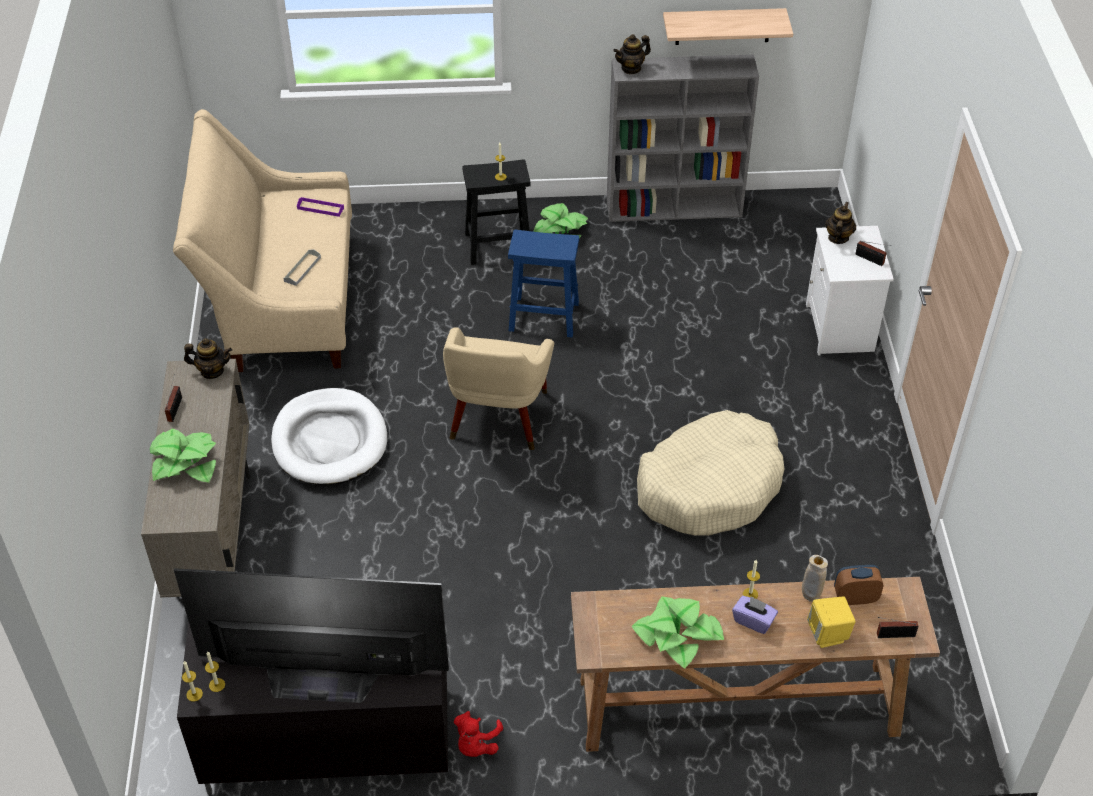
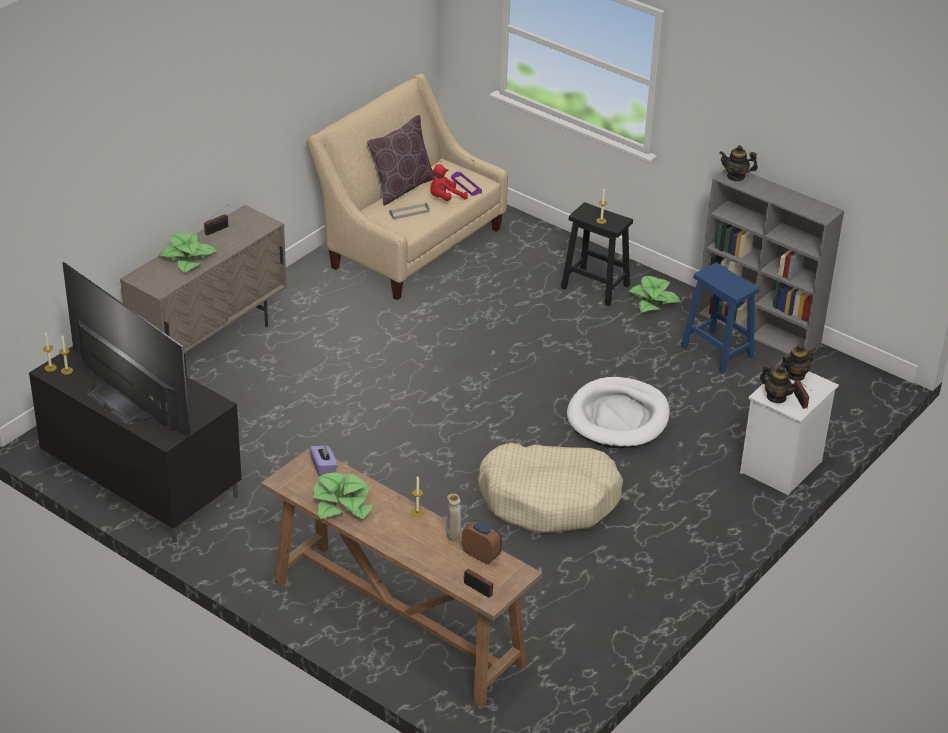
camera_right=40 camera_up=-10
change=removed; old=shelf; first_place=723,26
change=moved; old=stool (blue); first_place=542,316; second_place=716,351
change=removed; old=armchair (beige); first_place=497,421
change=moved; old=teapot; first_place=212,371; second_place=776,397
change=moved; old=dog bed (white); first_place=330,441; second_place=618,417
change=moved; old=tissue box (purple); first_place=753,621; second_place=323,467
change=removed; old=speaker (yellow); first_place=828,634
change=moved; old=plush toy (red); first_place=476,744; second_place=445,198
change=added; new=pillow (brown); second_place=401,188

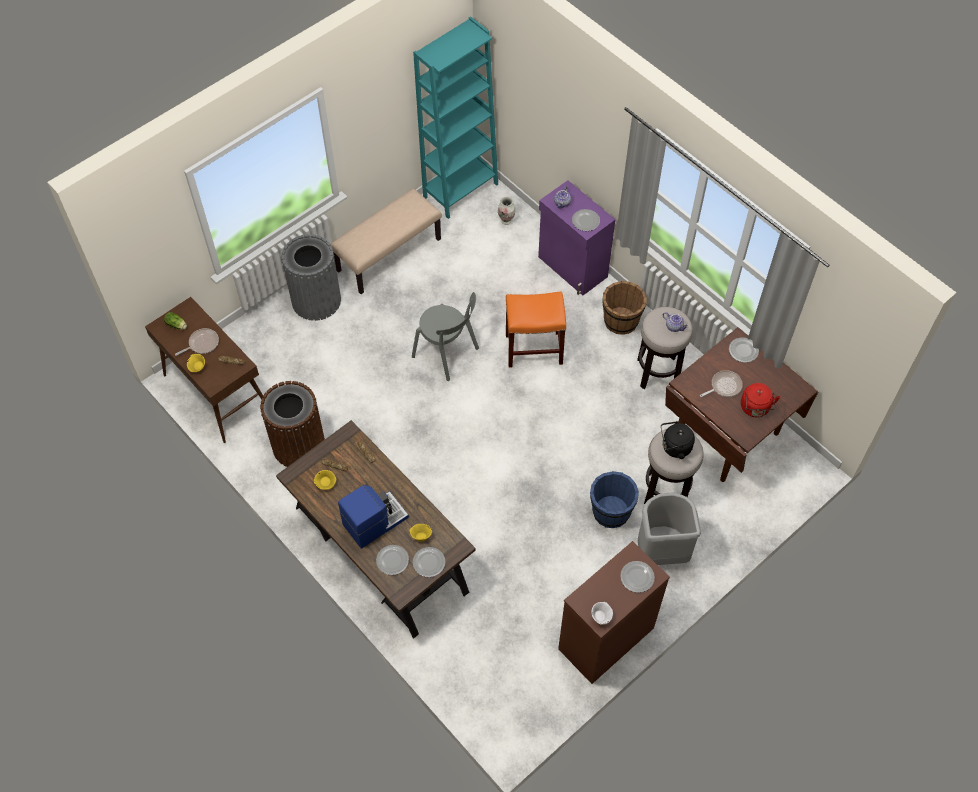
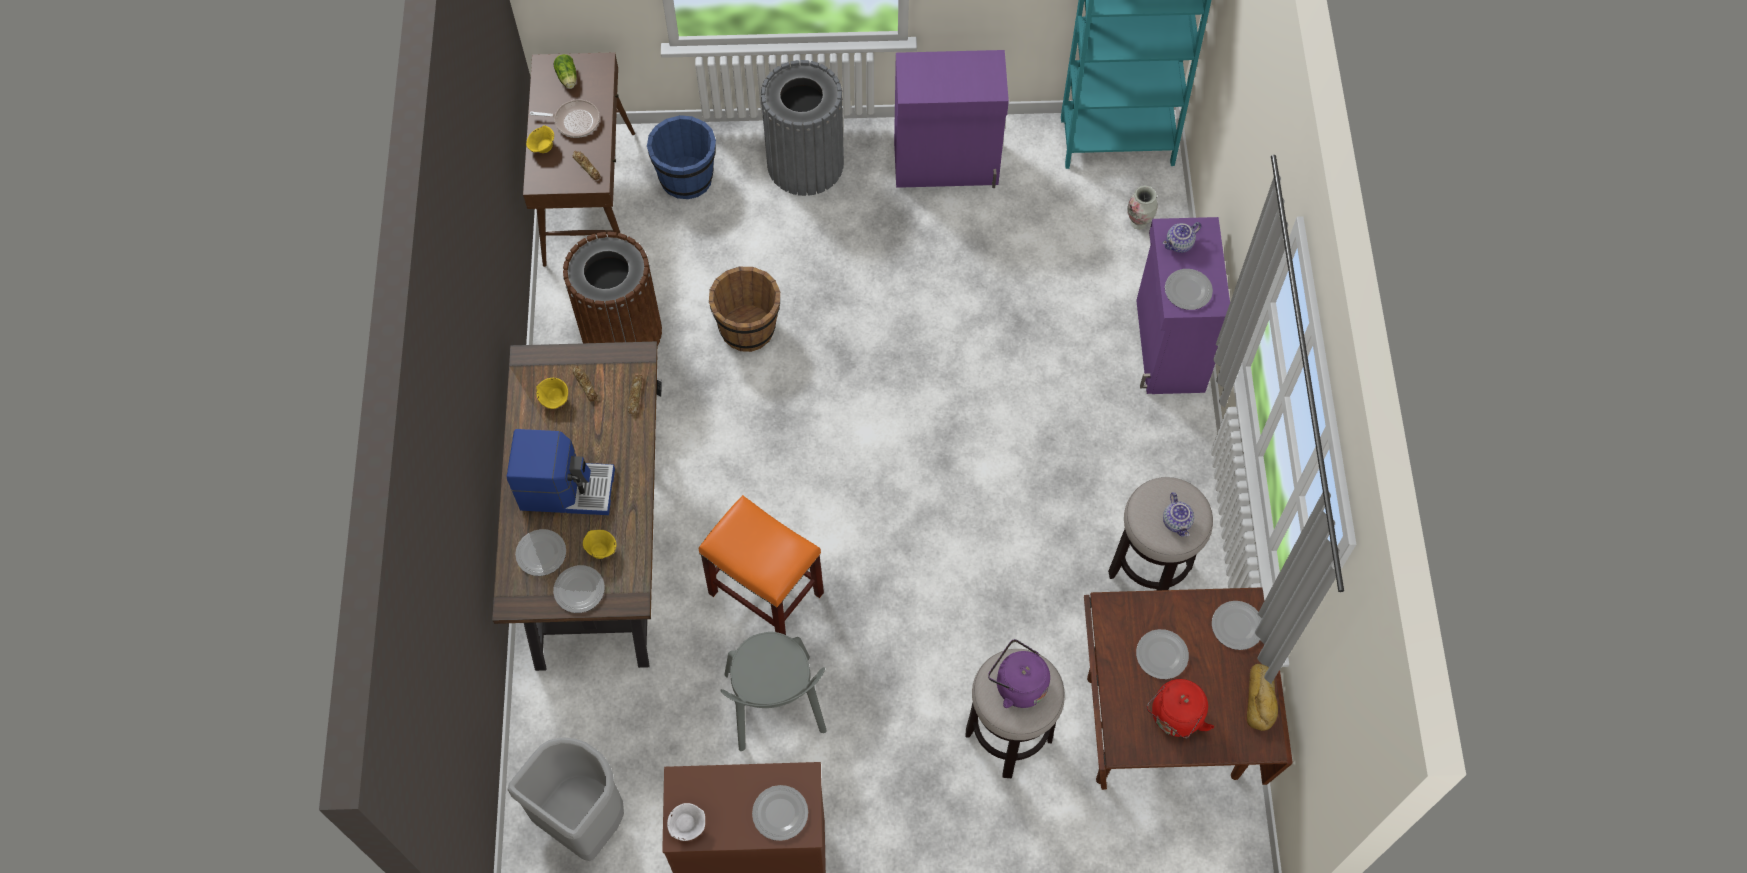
camera_right=40 camera_up=5
change=replaced; old=bench (beige); new=cabinet (purple); first_place=388,254; second_place=947,165
change=moved; old=bucket (brown); first_place=621,320; second_place=748,328
change=moved; old=stool (orange); first_place=534,348; second_place=767,593
change=moved; old=chair (grey); first_place=447,354; second_place=775,708
change=replaced; old=frying pan; new=plate; first_place=724,386; second_place=1161,654
change=recoloured; old=kettle (black); new=kettle (purple); first_place=674,447; second_place=1017,684
change=moved; old=bucket (blue); first_place=610,511; second_place=686,177
change=moved; old=trash can (grey); first_place=661,552; second_place=584,819
change=added; new=bread; second_place=1261,699

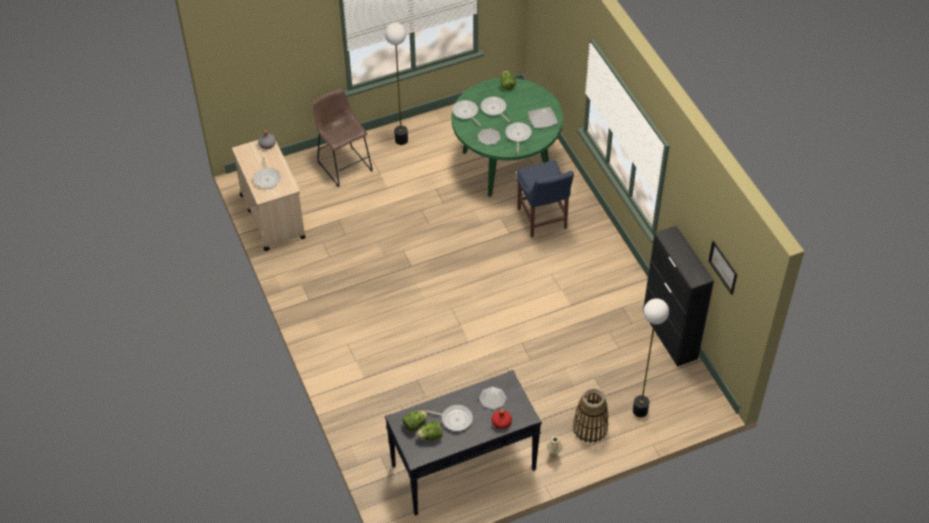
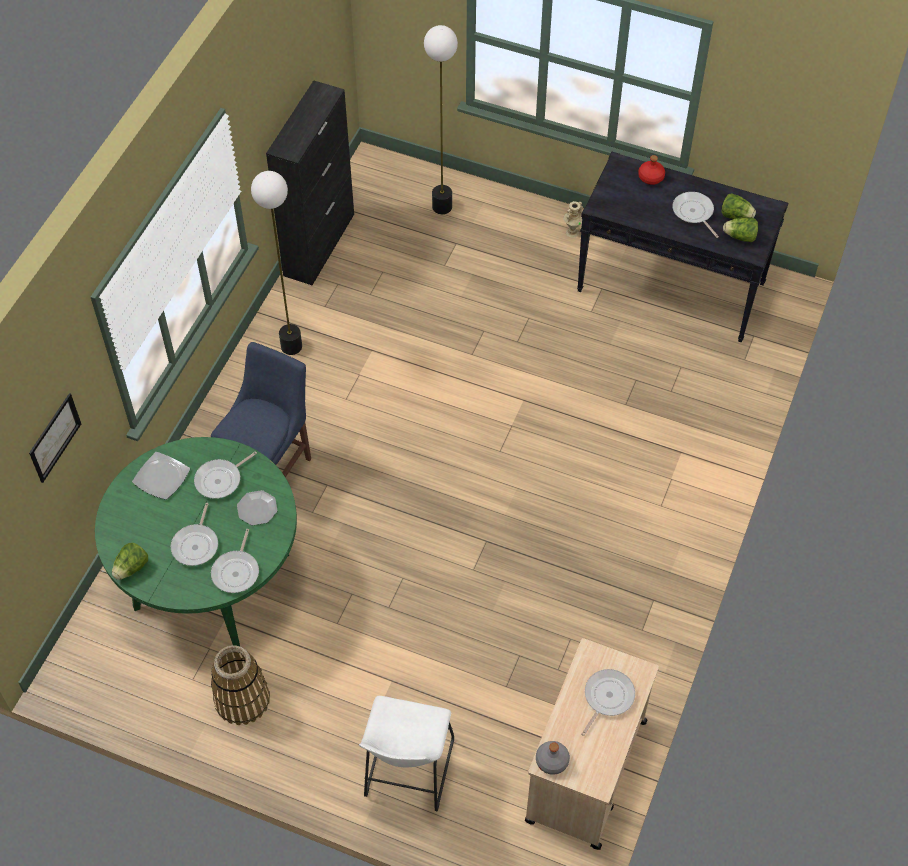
camera_right=-135 camera_up=5
change=moved; old=floor lamp; first_place=401,140; second_place=291,346
change=recoloured; old=stool (brown); new=stool (white); first_place=343,164; second_place=407,773
change=moved; old=picture; first_place=723,267; second_place=54,437
change=removed; old=plate; first_place=492,398
change=moved; old=basket; first_place=590,428; second_place=242,699

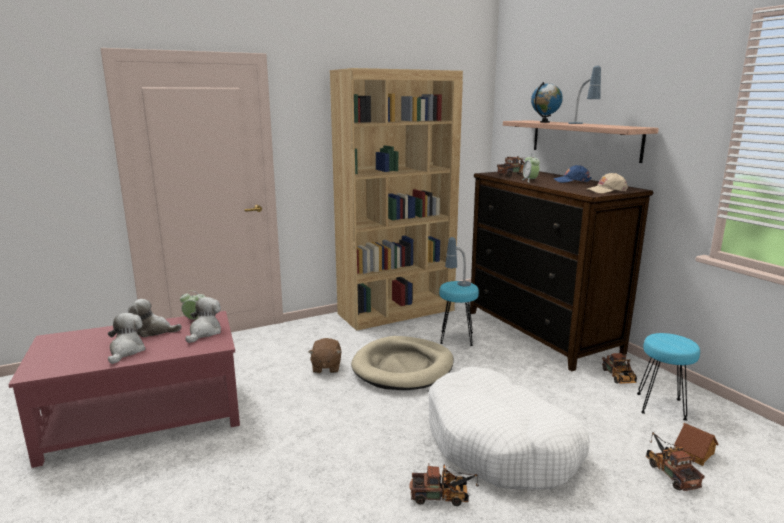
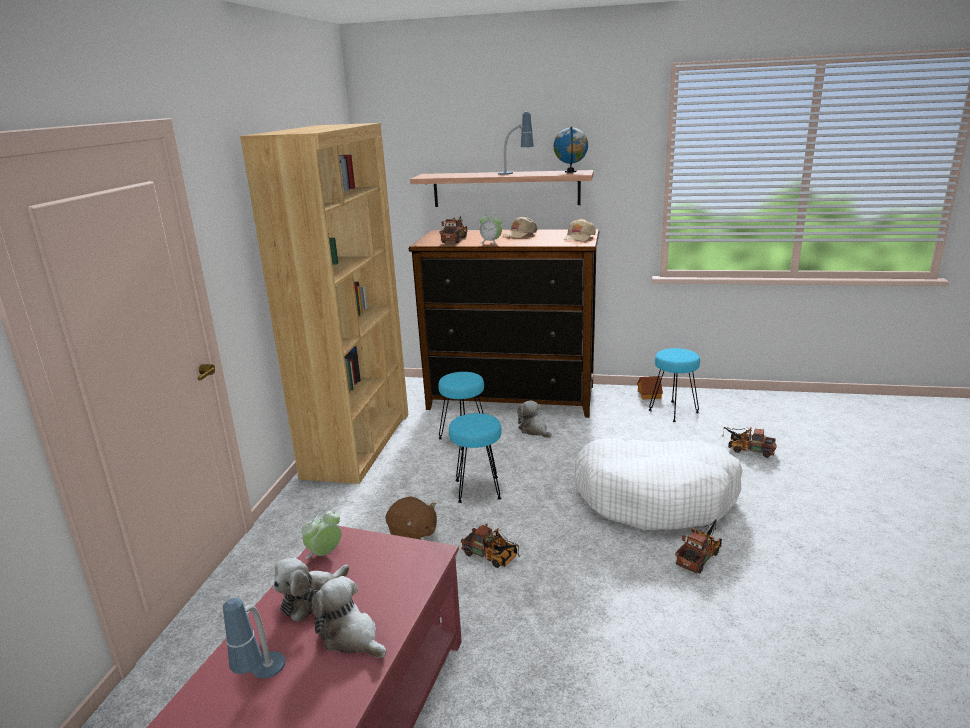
camera_right=-50 camera_up=5
change=moved; old=globe; first_place=545,122; second_place=570,172
change=recoloured; old=cap (blue); new=cap (beige); first_place=572,181; second_place=520,234
change=moved; old=table lamp; first_place=457,286; second_place=263,684
change=moved; old=plush toy; first_place=204,332; second_place=534,430
change=replaced; old=dog bed (beige); new=stool (turquoise); first_place=403,367; second_place=478,489
change=moved; old=toy truck; first_place=619,378; second_place=492,557
change=moved; old=toy house; first_place=694,453; second_place=649,394

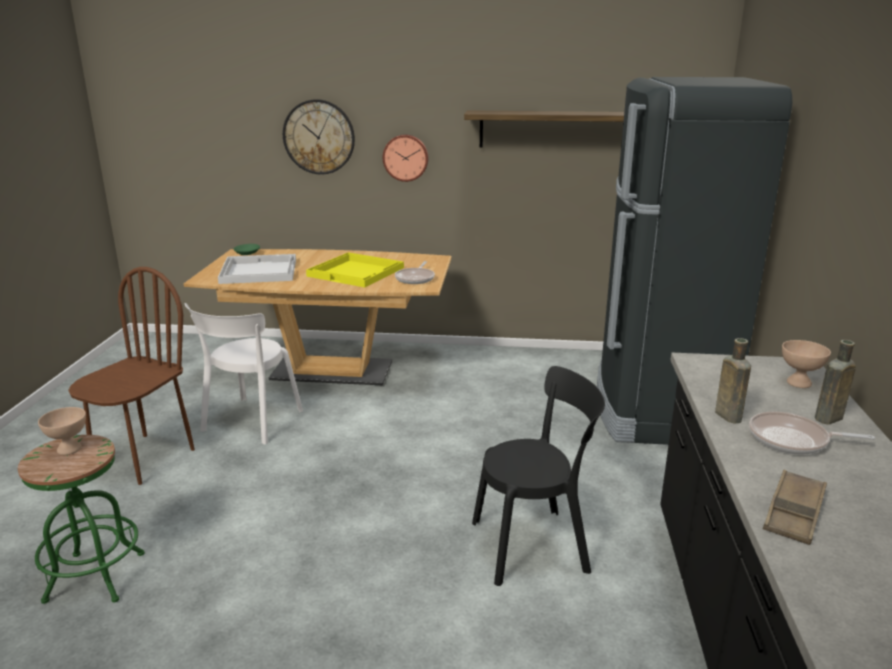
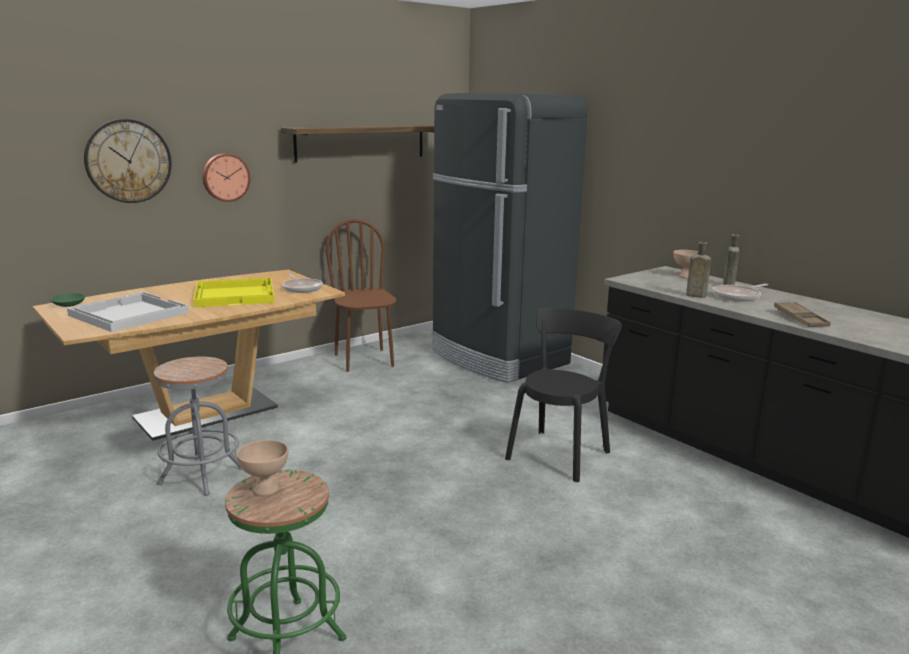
camera_right=-45 camera_up=-5
change=moved; old=chair (brown); first_place=143,458; second_place=364,360
change=replaced; old=chair (white); new=stool (grey); first_place=250,422; second_place=202,476

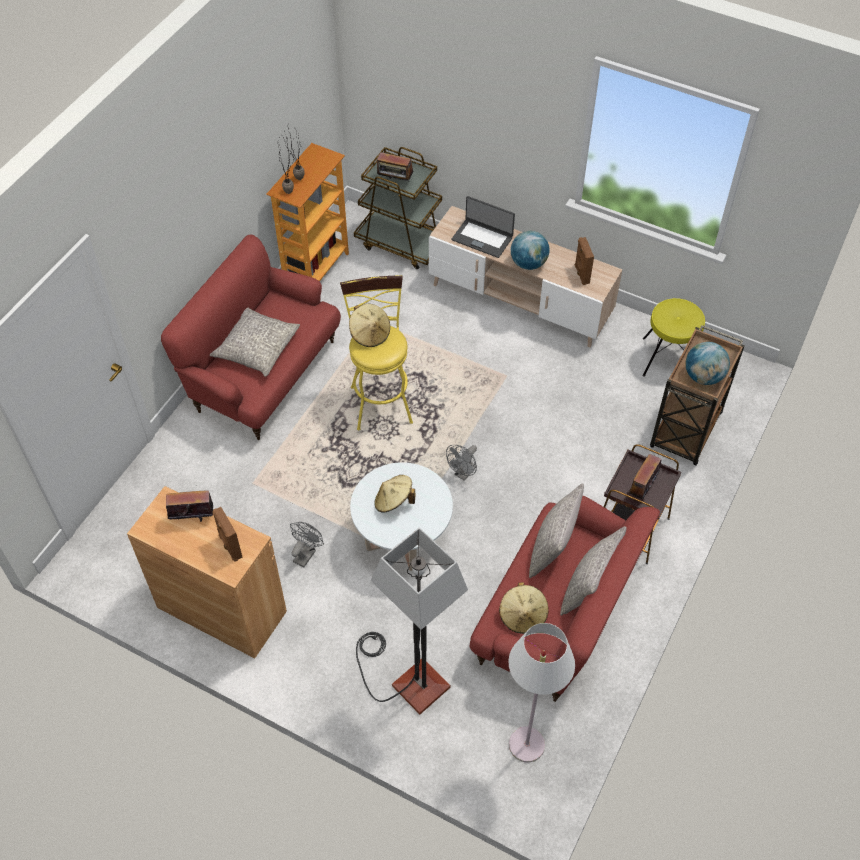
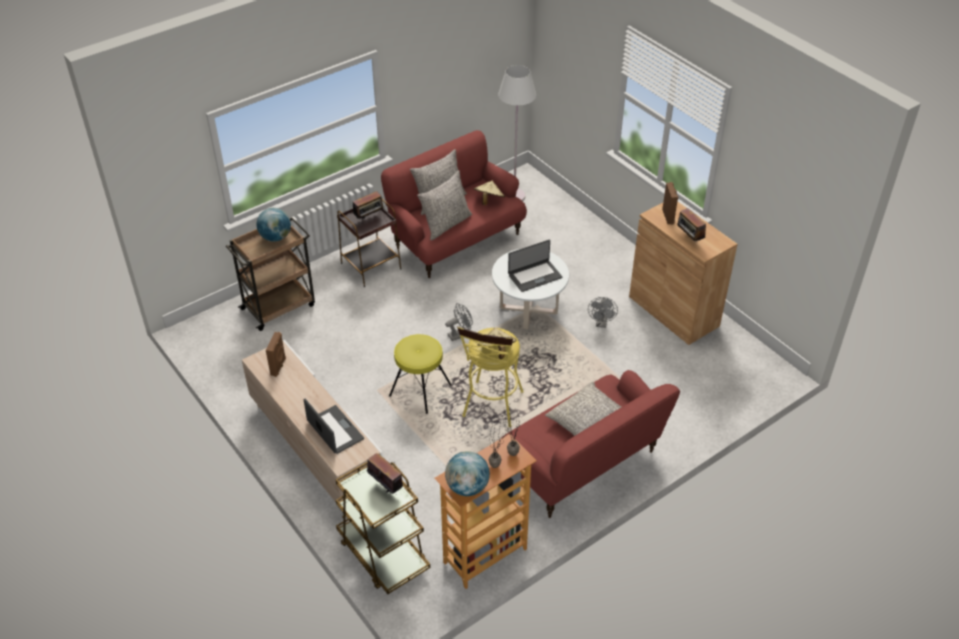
camera_right=-155 camera_up=-10
change=moved; old=globe; first_place=528,263; second_place=467,487
change=moved; old=stool (yellow); first_place=668,358; second_place=420,390
change=replaced; old=hat (beige); new=laptop; first_place=394,501; second_place=534,276
change=turned; old=radio; first_place=192,517; second_place=689,238; degrees=45
change=turned; old=fan (grey); first_place=306,553; second_place=601,323; degrees=-45
change=removed; old=floor lamp; first_place=407,679

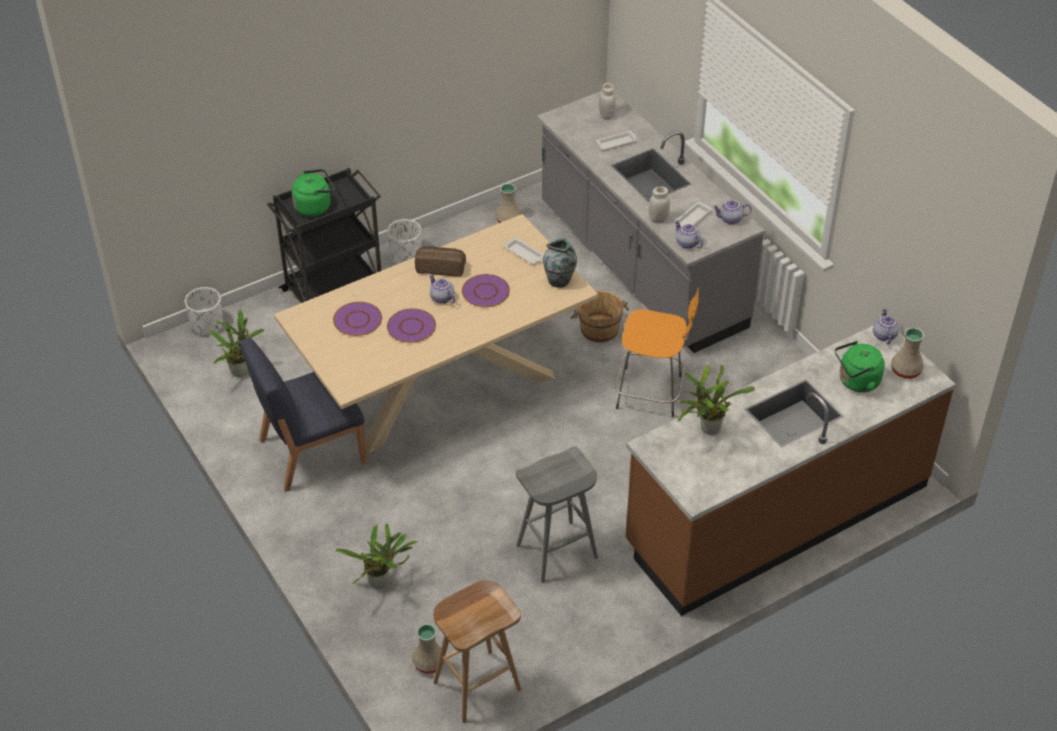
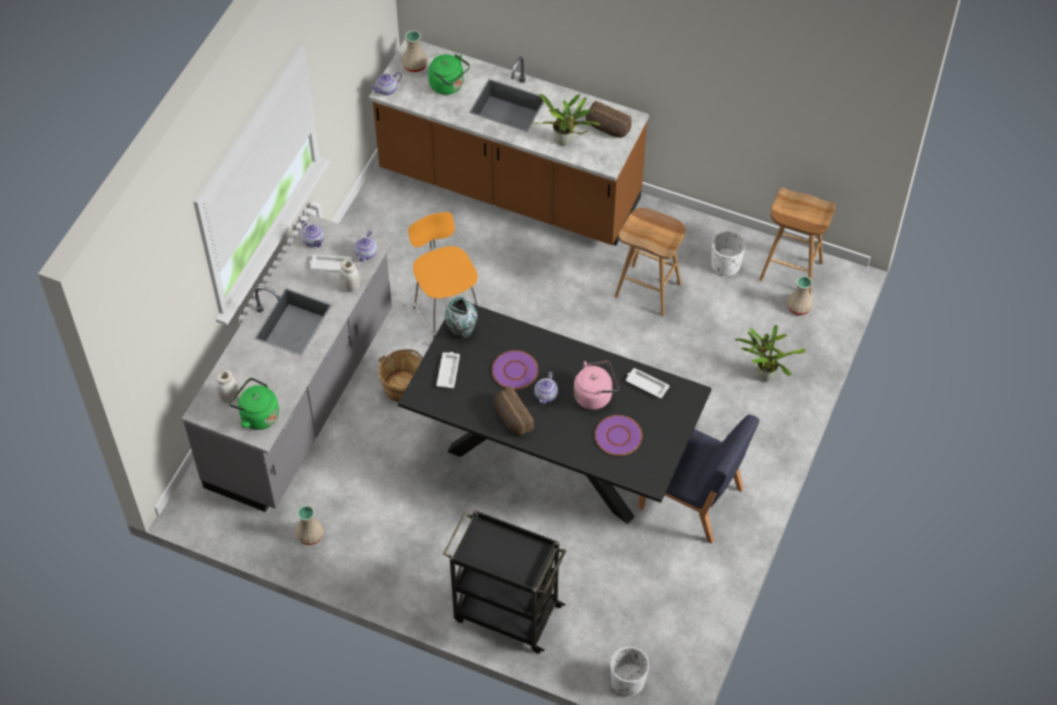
camera_right=-125 camera_up=10
change=moved; old=tray (white); first_place=617,143; second_place=646,384
change=moved; old=kettle (green); first_place=315,206; second_place=257,415
change=recoloured; old=dining table (beige); new=dining table (black); first_place=442,388; second_place=554,455
change=moved; old=planter (white); first_place=406,256; second_place=725,265
change=replaced; old=plate (purple); new=kettle (pink); first_place=411,327; second_place=595,395
change=removed; old=potted plant; first_place=240,370
change=recoloured; old=stool (grey); new=stool (brown); first_place=556,552; second_place=649,290
change=added; new=bread; second_place=607,128

